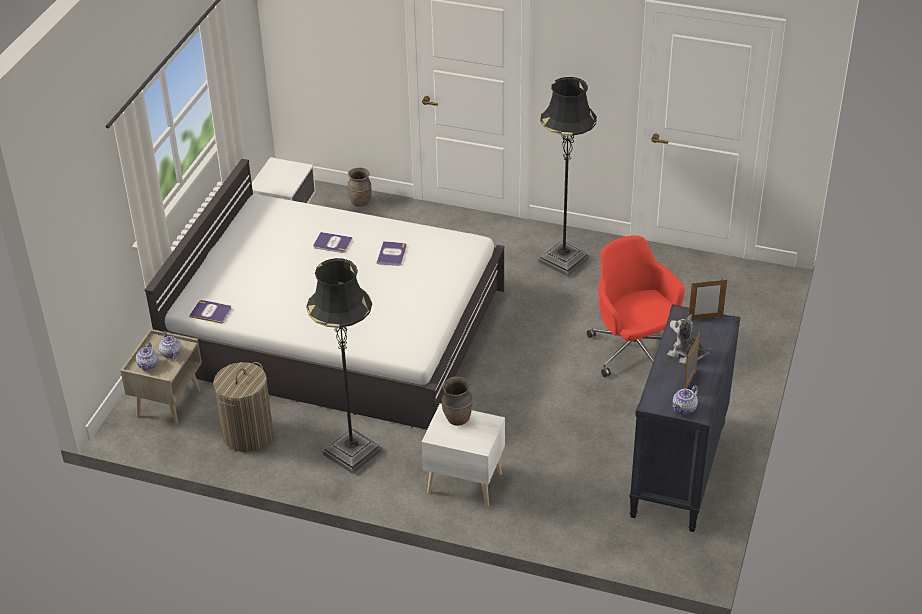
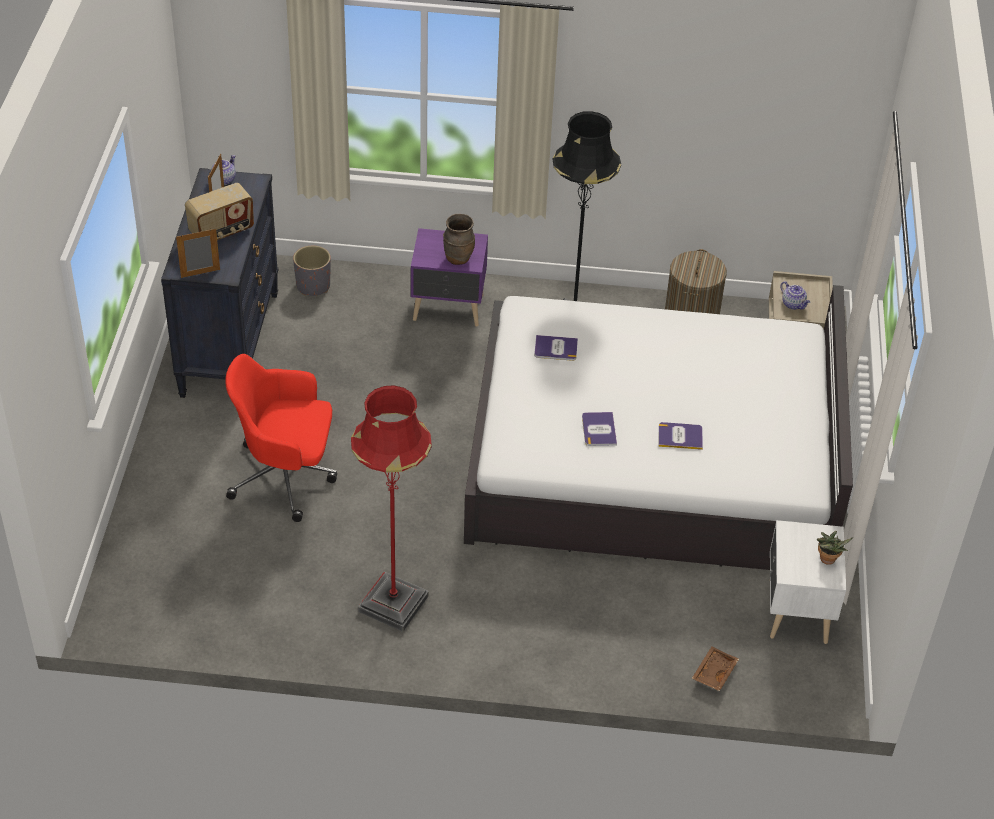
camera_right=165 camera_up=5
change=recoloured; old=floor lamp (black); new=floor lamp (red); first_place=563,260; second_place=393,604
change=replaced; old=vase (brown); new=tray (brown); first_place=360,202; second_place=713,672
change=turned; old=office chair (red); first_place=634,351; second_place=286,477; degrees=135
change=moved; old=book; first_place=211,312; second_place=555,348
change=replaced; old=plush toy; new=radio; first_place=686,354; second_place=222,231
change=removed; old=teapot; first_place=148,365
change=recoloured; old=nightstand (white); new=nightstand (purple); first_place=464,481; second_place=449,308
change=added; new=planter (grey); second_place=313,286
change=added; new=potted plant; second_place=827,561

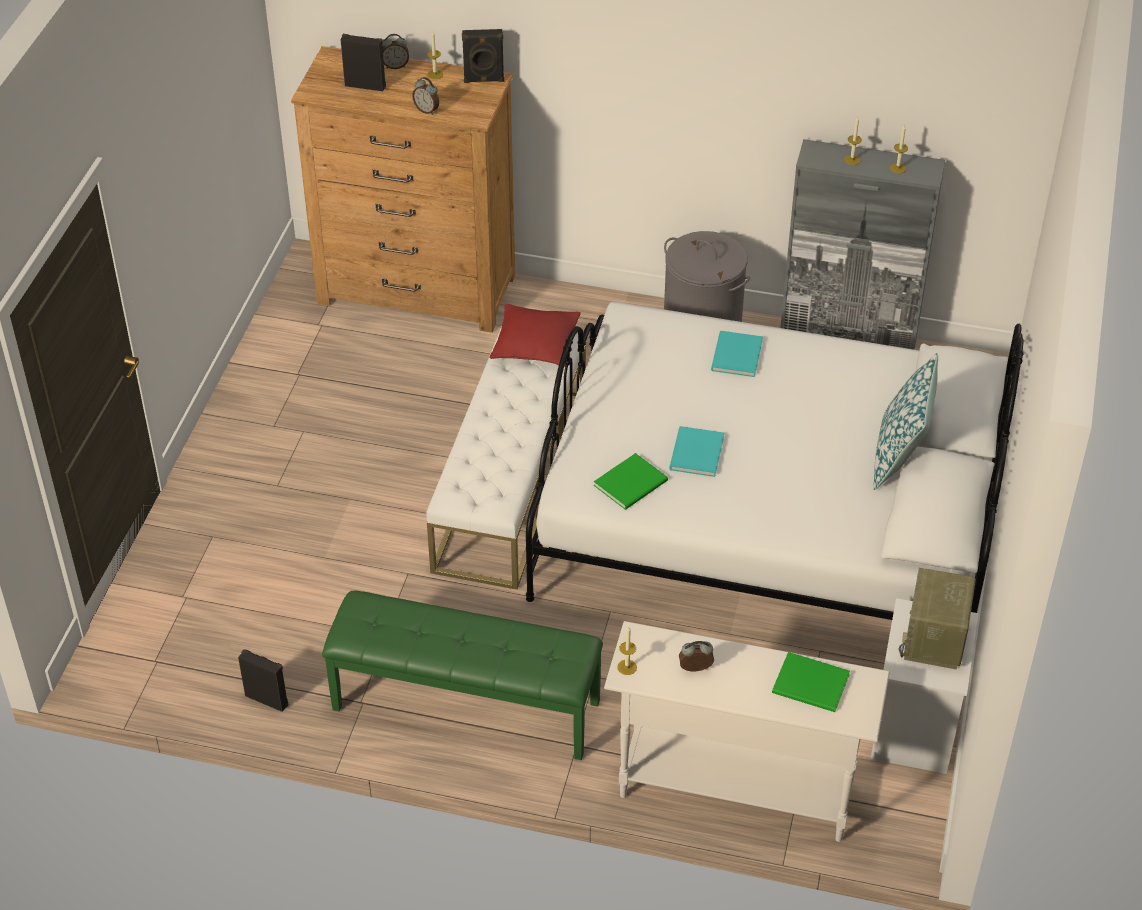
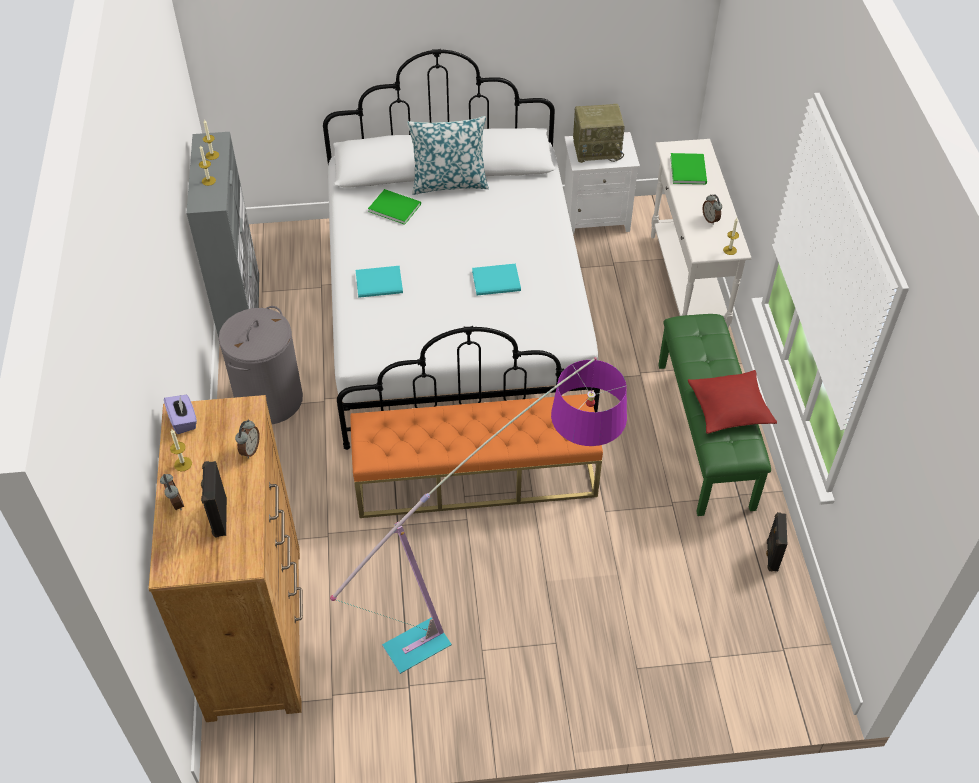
camera_right=-110 camera_up=5
change=replaced; old=speaker (black); new=tissue box (purple); first_place=484,80; second_place=183,421
change=moved; old=pillow (red); first_place=535,344; second_place=729,408
change=recoloured; old=bench (white); new=bench (orange); first_place=511,480; second_place=476,477
change=moved; old=book (green); first_place=633,483; second_place=394,206
change=added; new=floor lamp; second_place=506,595

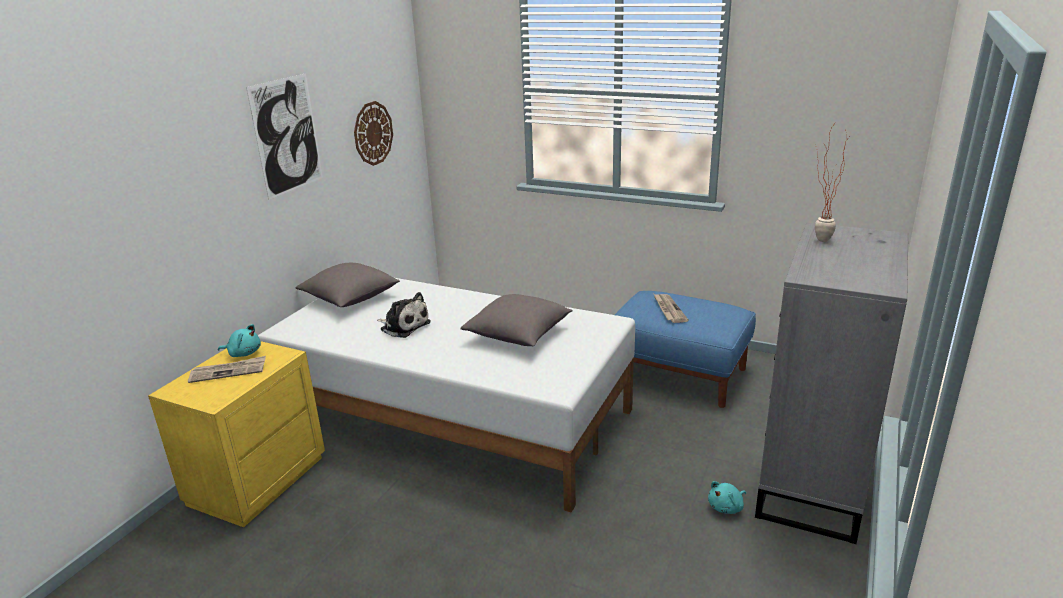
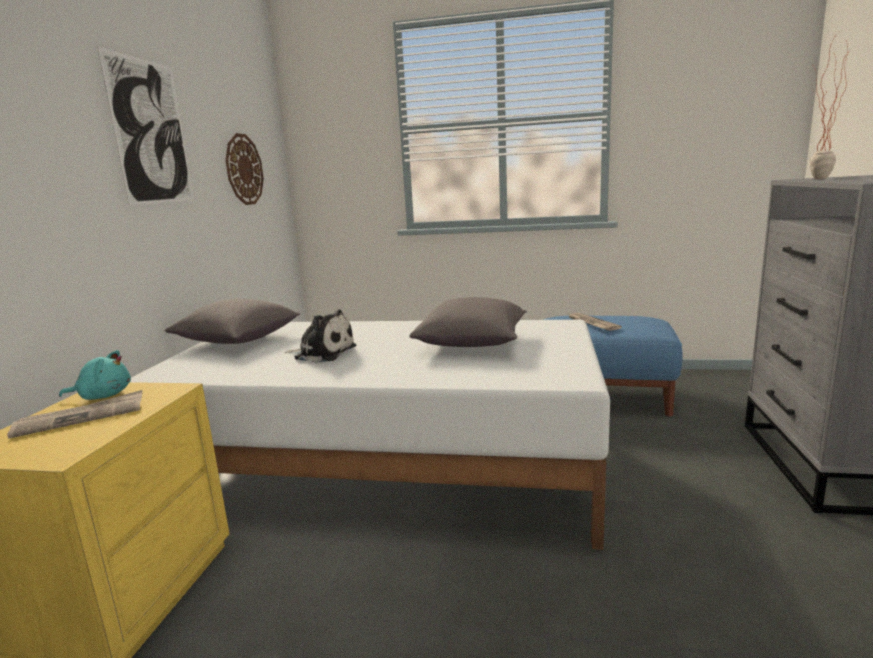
camera_right=-15 camera_up=-10
change=removed; old=plush toy (turquoise); first_place=726,507

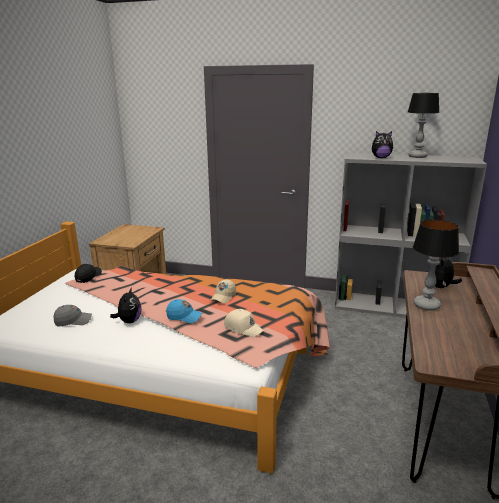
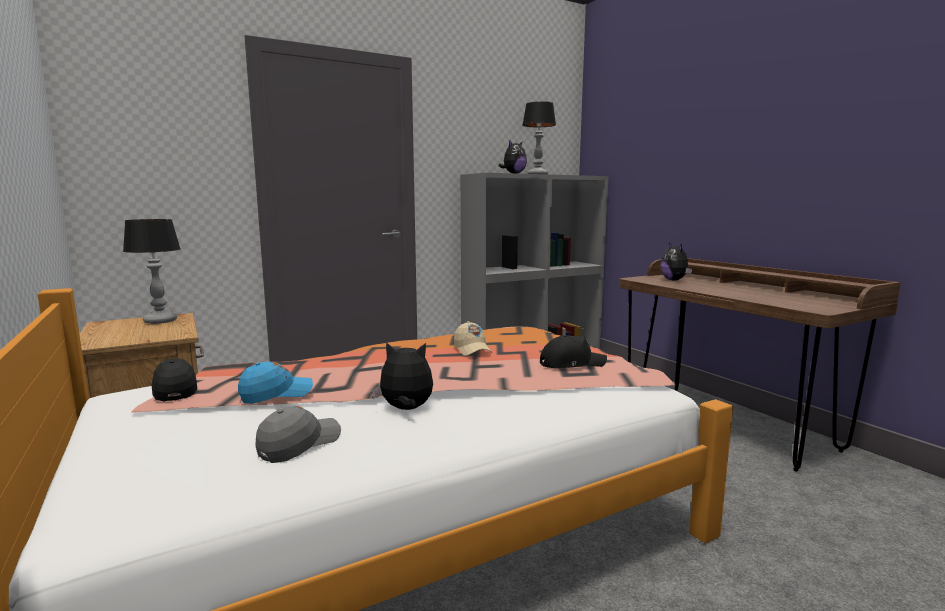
camera_right=-45 camera_up=-10
change=moved; old=table lamp; first_place=426,305; second_place=160,321
change=turned; old=plush toy; first_place=129,321; second_place=406,409; degrees=-45
change=moved; old=cap (blue); first_place=184,317; second_place=276,394
change=recoloured; old=cap (beige); new=cap (black); first_place=243,328; second_place=571,363

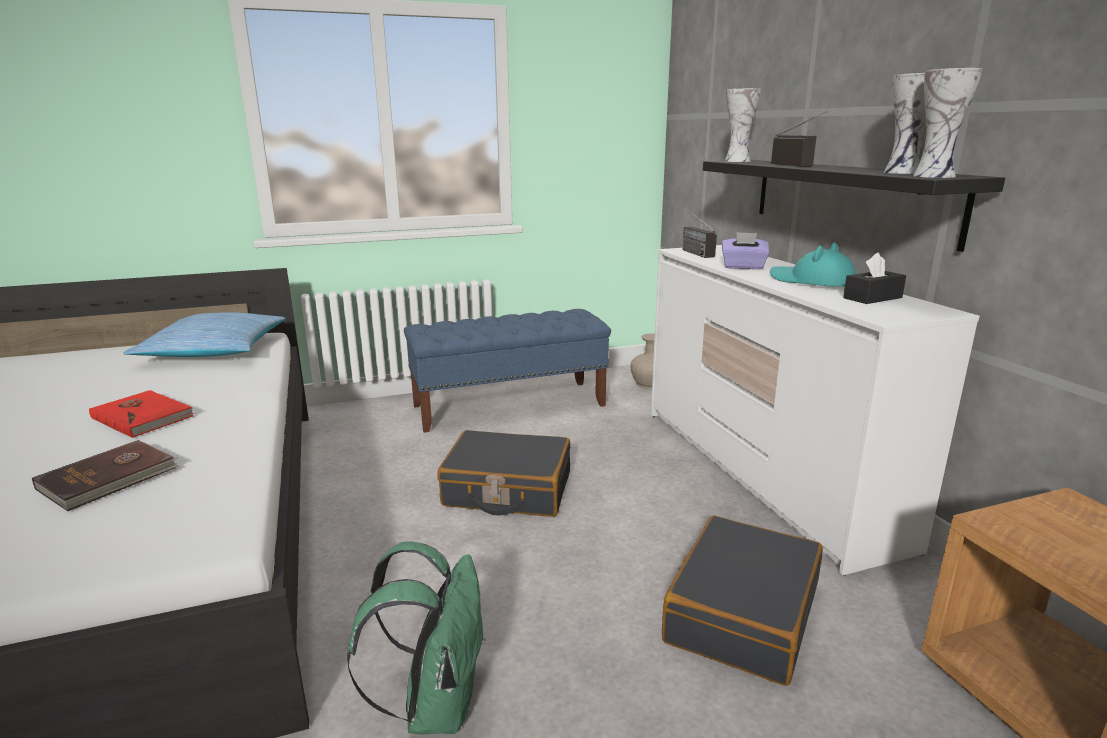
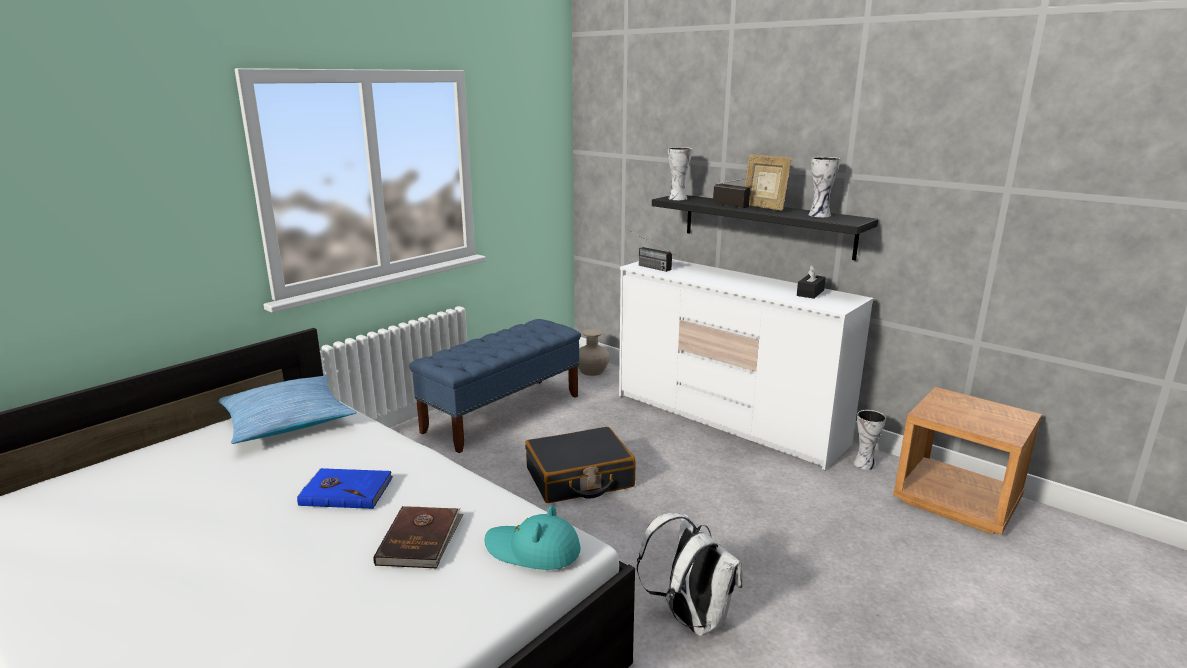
camera_right=-30 camera_up=0
change=moved; old=vase; first_place=935,176; second_place=864,463
change=removed; old=tissue box (purple); first_place=743,267
change=moved; old=hat (turquoise); first_place=811,281; second_place=533,550
change=recoloured; old=book (red); new=book (blue); first_place=143,416; second_place=346,491
change=removed; old=suitcase (black); first_place=741,613
change=recoloured; old=backpack (green); new=backpack (white); first_place=436,703; second_place=690,618
change=added; new=picture frame; second_place=763,207

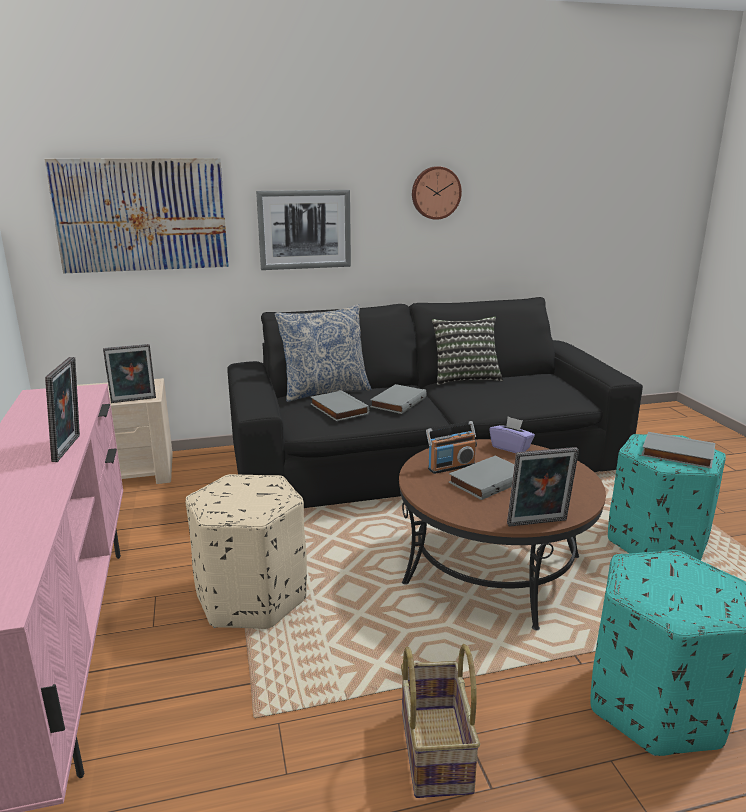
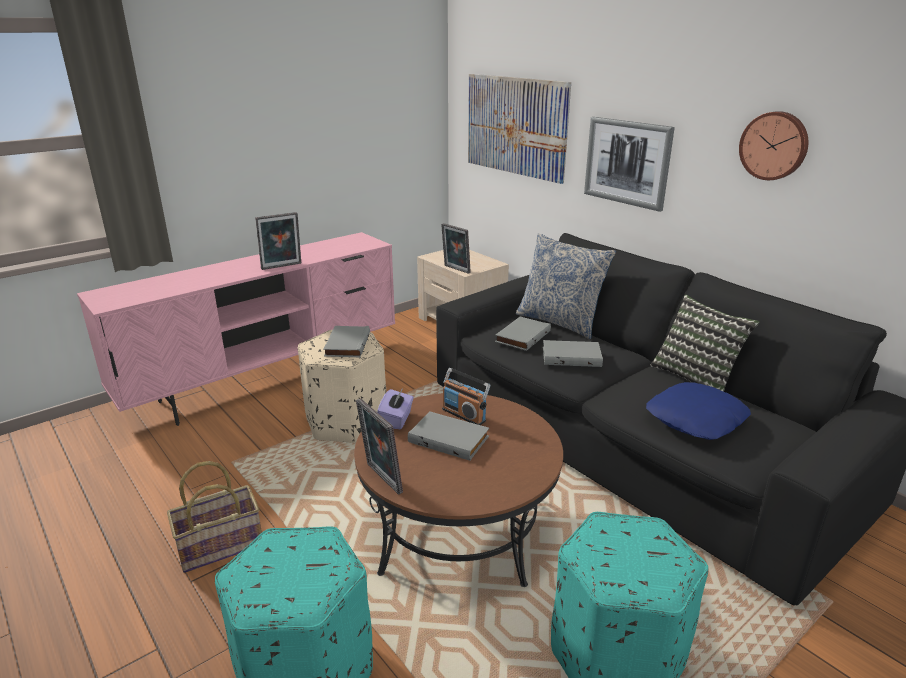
camera_right=65 camera_up=5
change=moved; old=tissue box (purple); first_place=511,448; second_place=396,420
change=moved; old=book (grey); first_place=676,454; second_place=346,344
change=added; new=pillow (blue); second_place=696,419

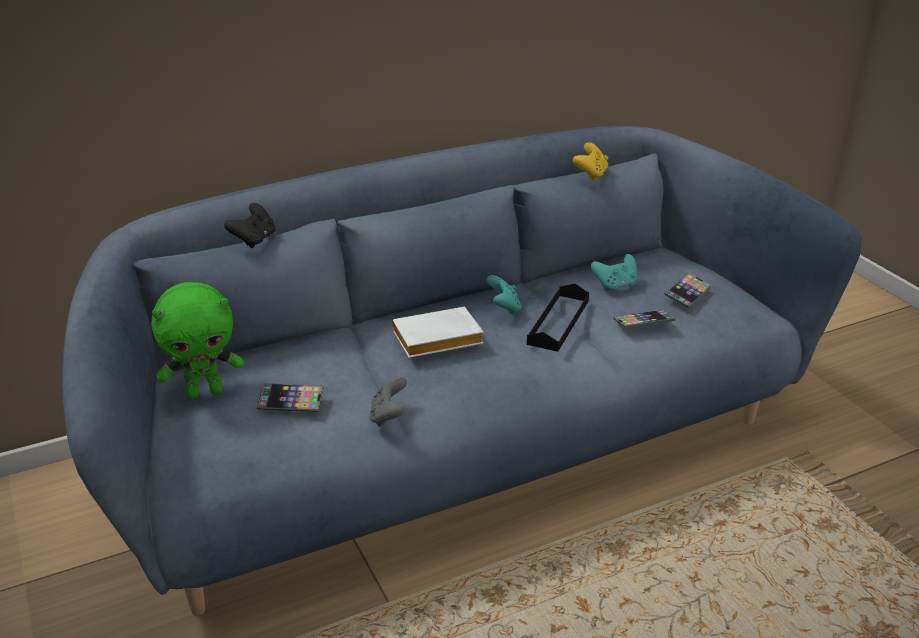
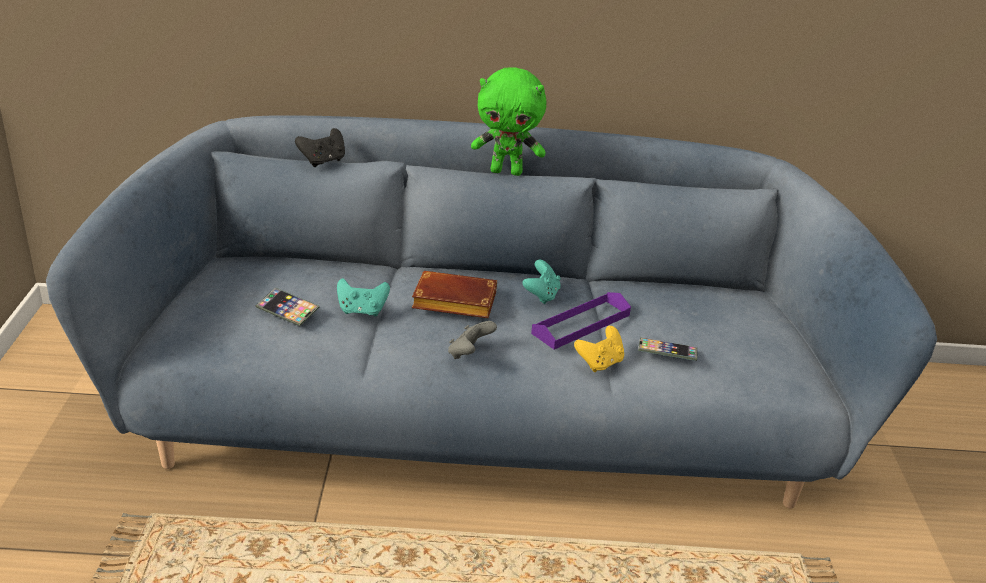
camera_right=25 camera_up=0
change=moved; old=game controller (yellow); first_place=590,174; second_place=600,363
change=moved; old=game controller (turquoise); first_place=615,285; second_place=362,311
change=removed; old=phone; first_place=687,294
change=moved; old=plush toy (green); first_place=205,392; second_place=507,171
change=recoloured; old=tray (black); new=tray (purple); first_place=558,322; second_place=581,324
change=recoloured; old=book (white); new=book (brown); first_place=435,341; second_place=452,302
change=moved; old=game controller (grey); first_place=388,416; second_place=469,354

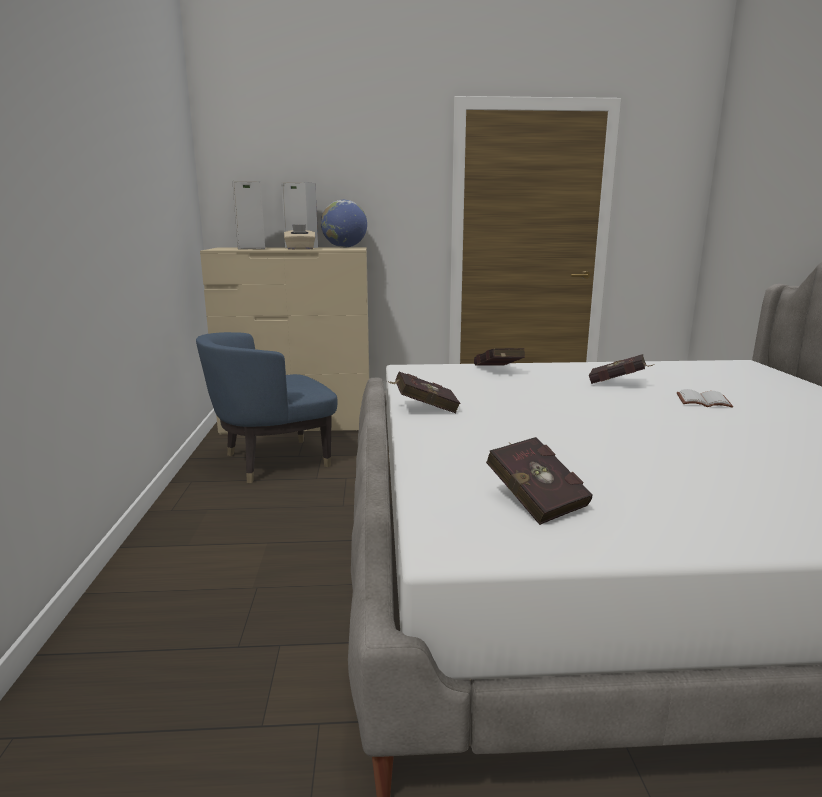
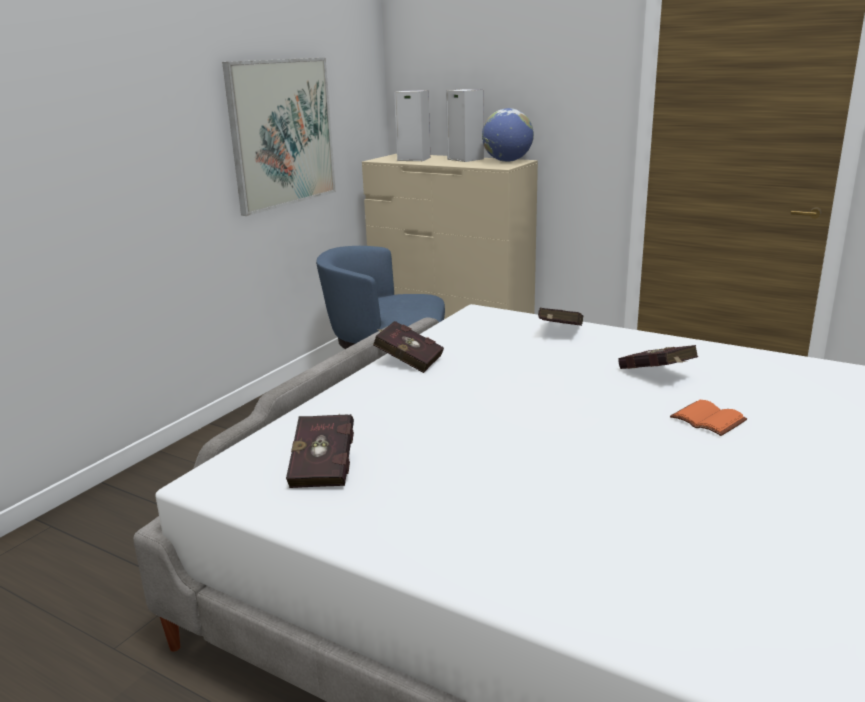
camera_right=35 camera_up=5
change=removed; old=tissue box (beige); first_place=300,249
change=recoloured; old=book (white); new=book (orange); first_place=702,401; second_place=706,420
change=added; new=picture; second_place=282,133

